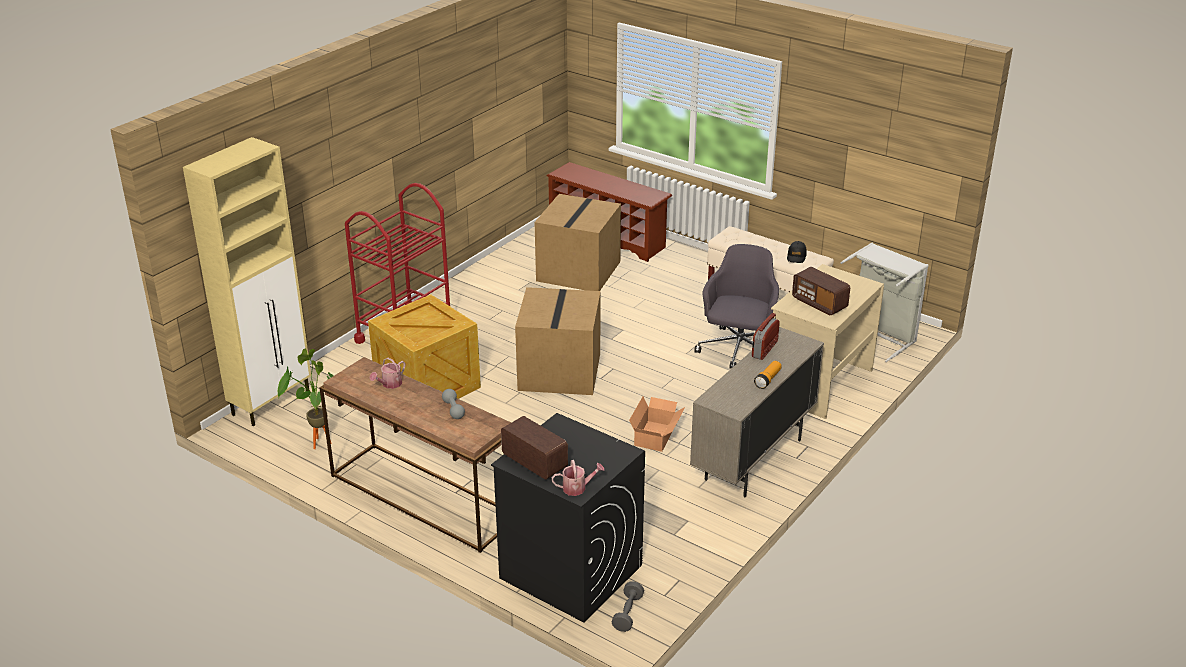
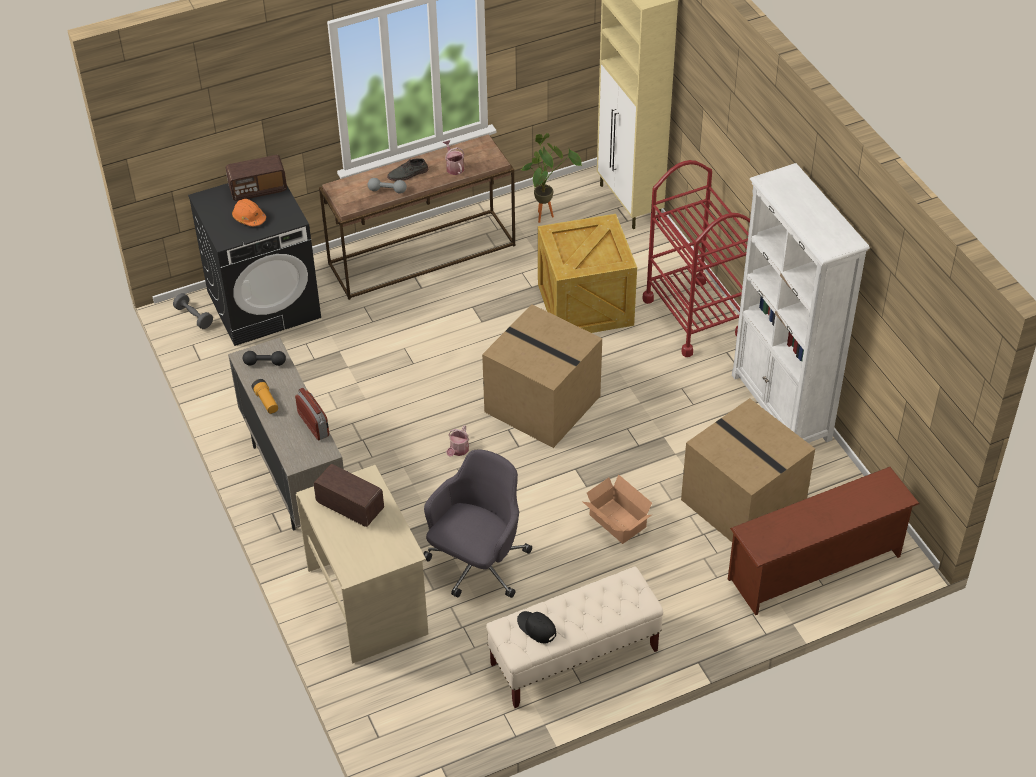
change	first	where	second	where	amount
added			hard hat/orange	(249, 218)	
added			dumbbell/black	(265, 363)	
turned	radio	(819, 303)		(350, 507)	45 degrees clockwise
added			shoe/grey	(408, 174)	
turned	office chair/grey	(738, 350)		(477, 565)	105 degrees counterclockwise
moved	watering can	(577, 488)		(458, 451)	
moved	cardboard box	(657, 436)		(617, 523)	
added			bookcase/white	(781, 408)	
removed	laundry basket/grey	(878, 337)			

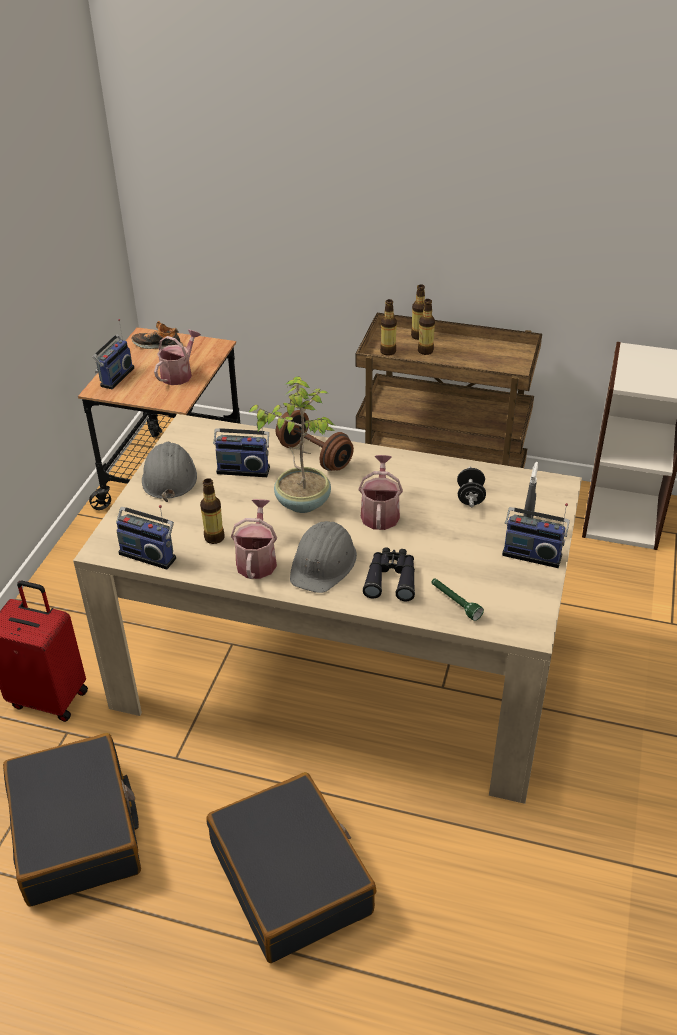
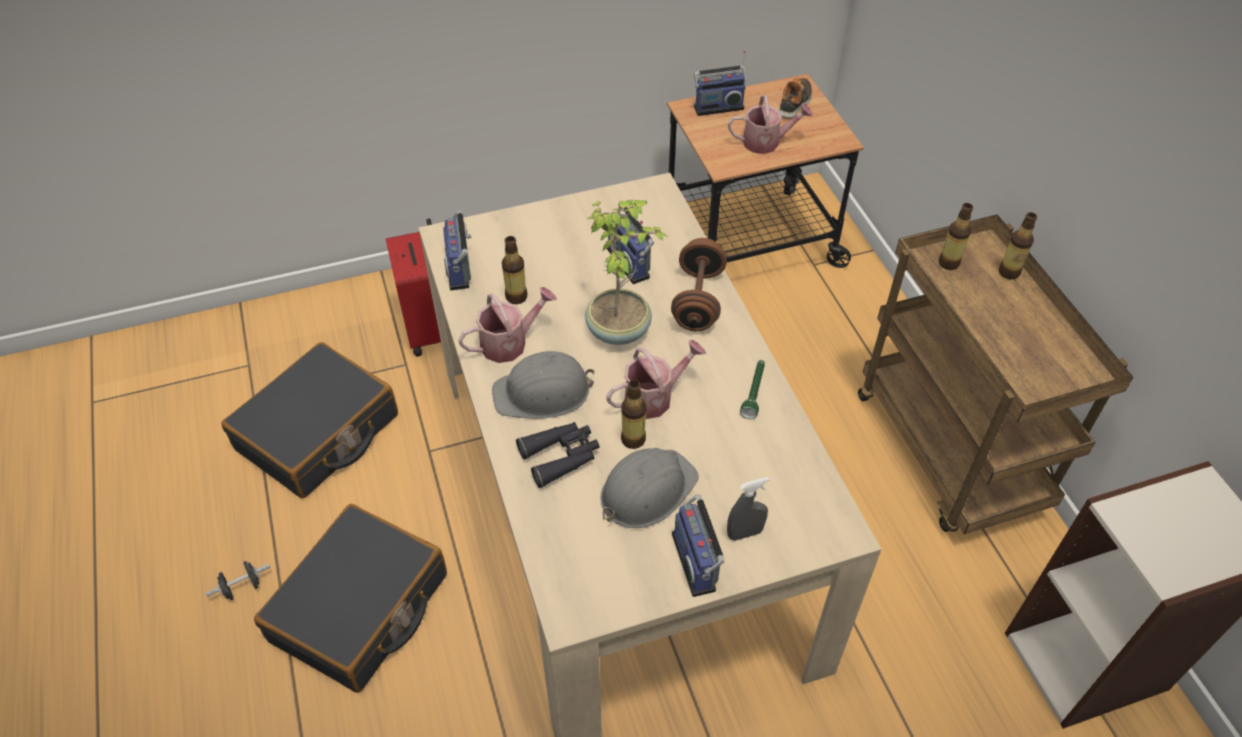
change	first	where	second	where	amount
moved	dumbbell/black	(470, 497)		(242, 587)	
moved	hard hat/grey	(169, 477)		(646, 490)	
moved	bottle	(425, 351)		(633, 439)	
moved	flashlight/green	(454, 603)		(754, 392)	
turned	shoe	(158, 345)		(794, 103)	45 degrees clockwise

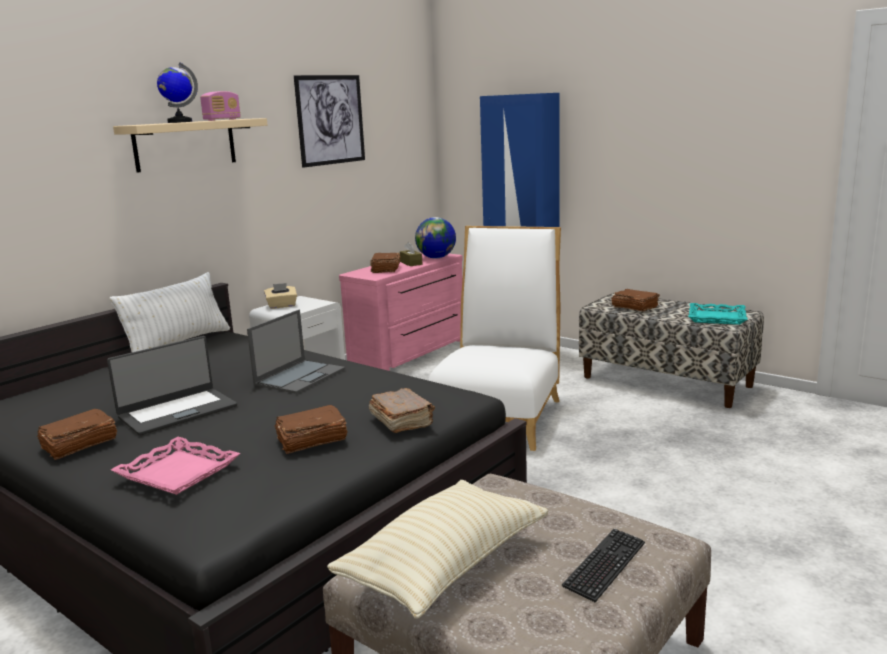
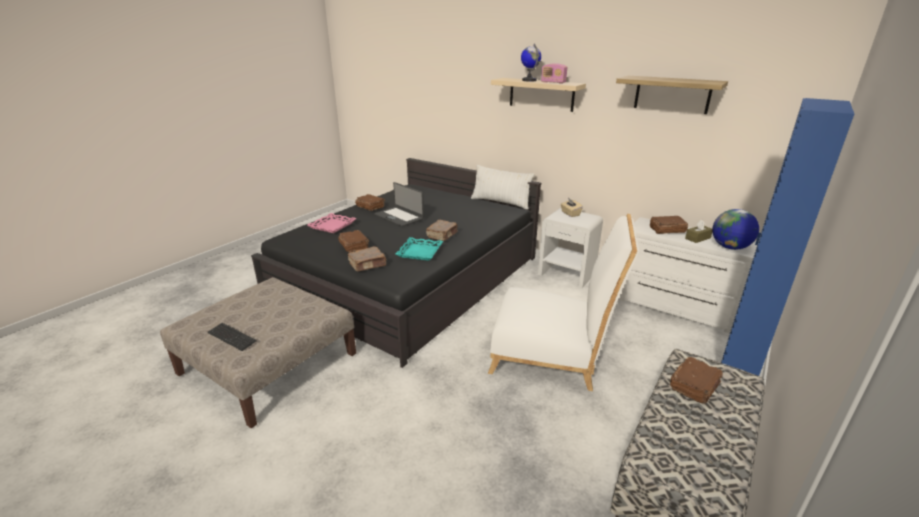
change	first	where	second	where	amount
moved	tray/turquoise	(716, 318)		(419, 252)	
replaced	laptop	(300, 376)	book/brown	(442, 235)	
replaced	picture	(330, 120)	shelf	(672, 94)	
recoloured	dresser/pink	(411, 352)	dresser/white	(675, 308)	
removed	pillow/beige	(444, 566)			

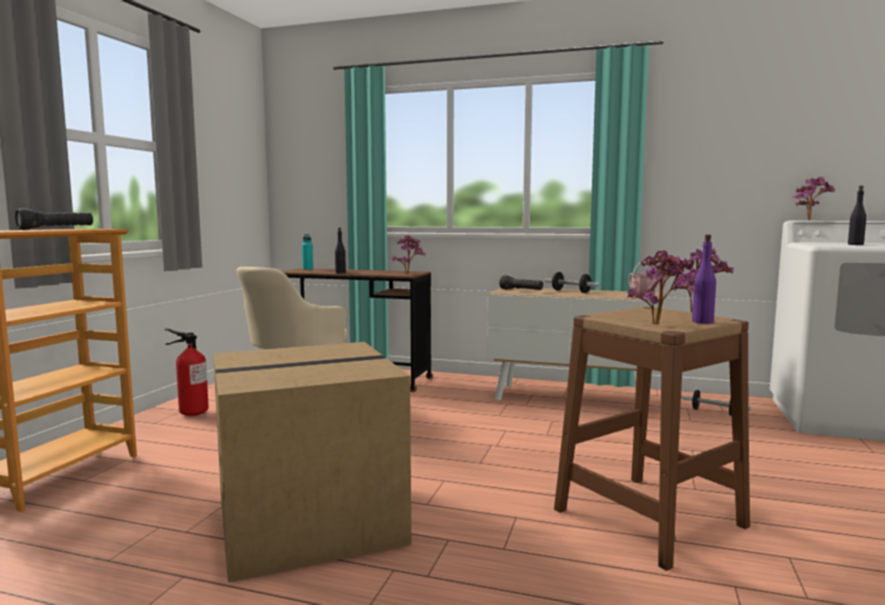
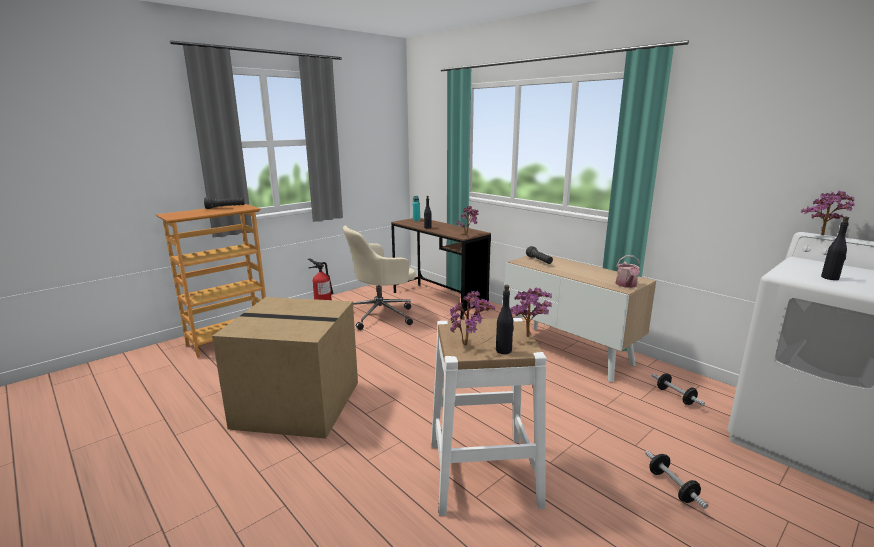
change	first	where	second	where	amount
recoloured	stool/brown	(649, 517)	stool/white	(483, 473)	
recoloured	bottle/purple	(702, 322)	bottle/black	(504, 350)	
moved	dumbbell	(571, 291)		(672, 487)	

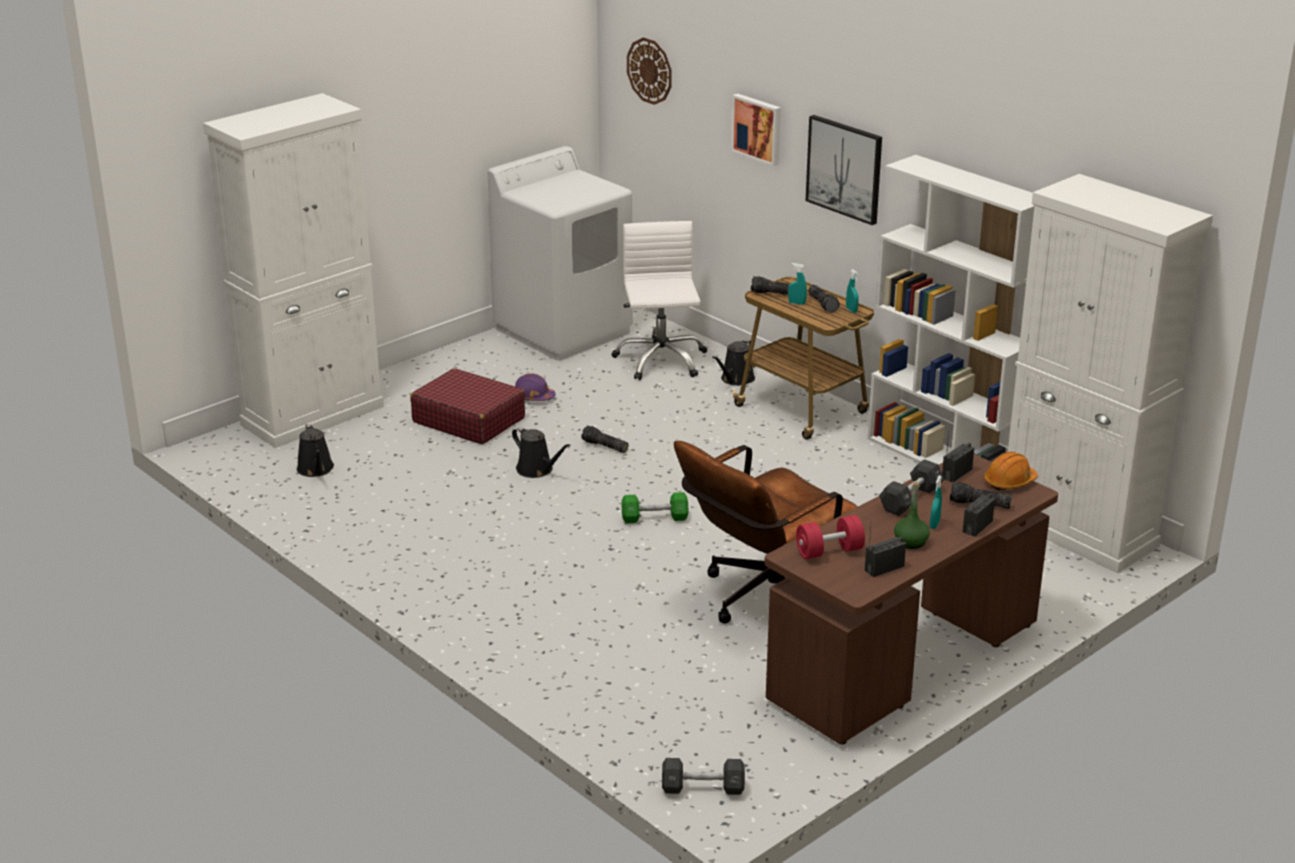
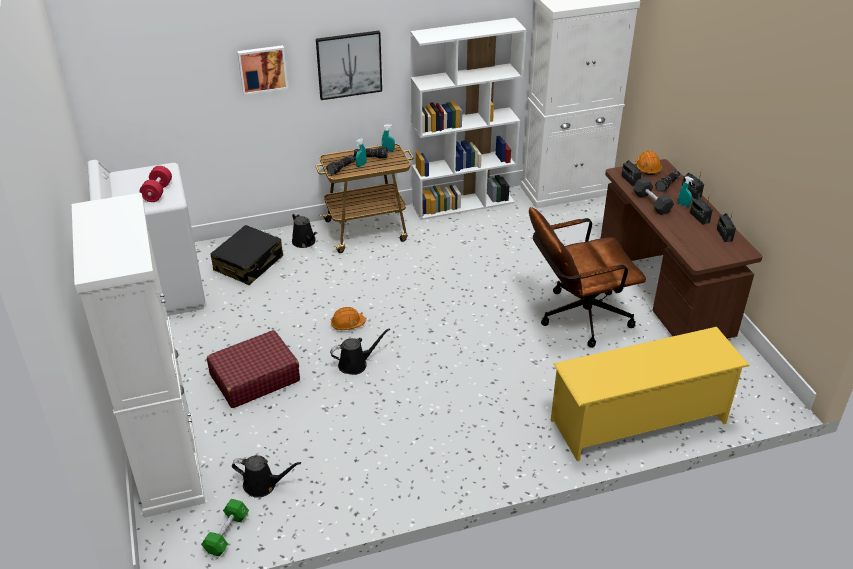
change	first	where	second	where	amount
moved	dumbbell/red	(829, 551)		(157, 192)	
moved	dumbbell/green	(654, 518)		(226, 533)	
replaced	office chair/white	(660, 360)	suitcase/black	(249, 263)	
replaced	flashlight	(604, 446)	hard hat/orange	(347, 324)	
turned	office chair/brown	(763, 601)		(577, 317)	90 degrees clockwise
added			shoe rack/yellow	(639, 422)	
replaced	bottle/green	(911, 542)	radio	(699, 218)	
removed	hard hat/purple	(533, 397)			
removed	wall clock	(650, 70)			
removed	dumbbell/black	(703, 788)			

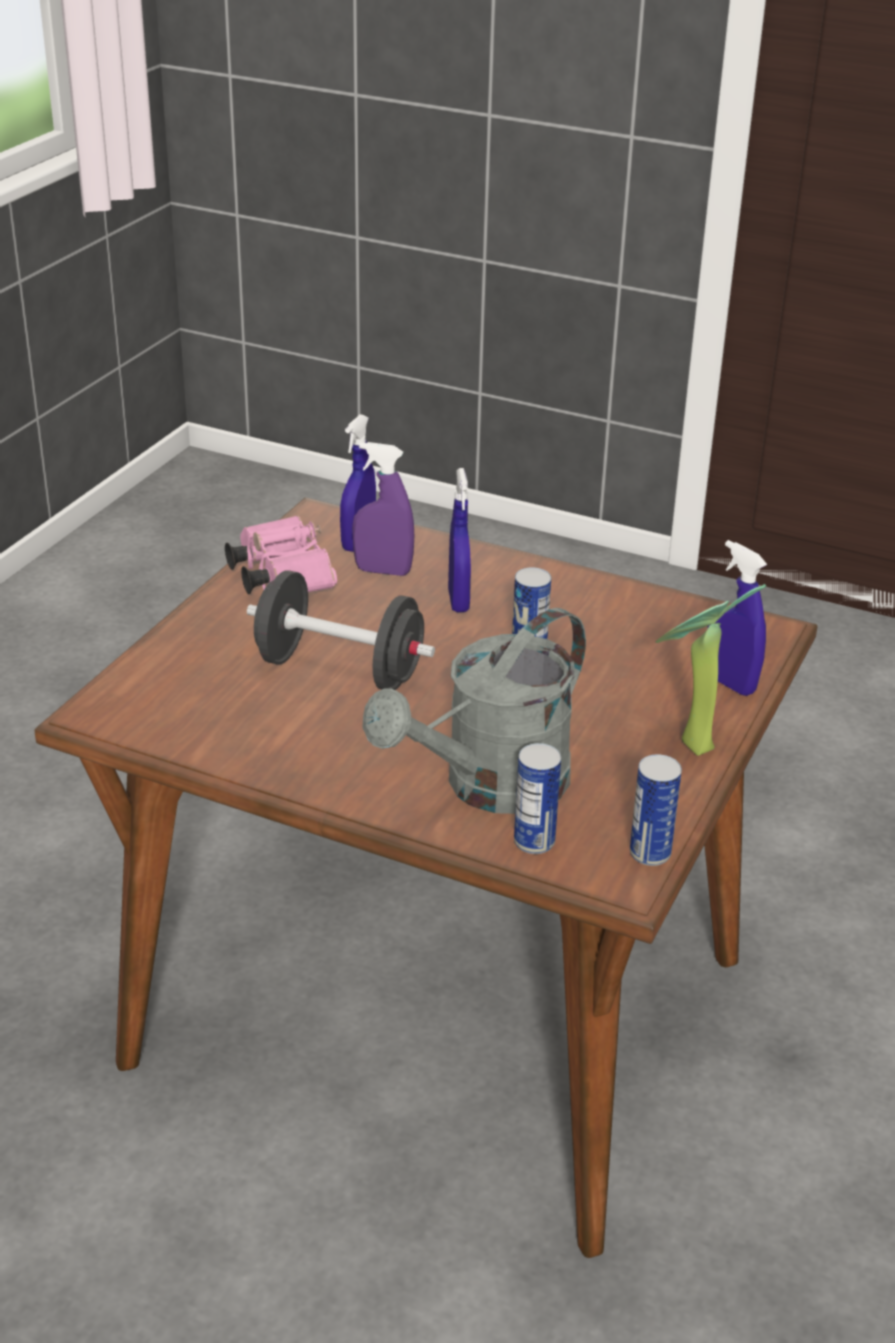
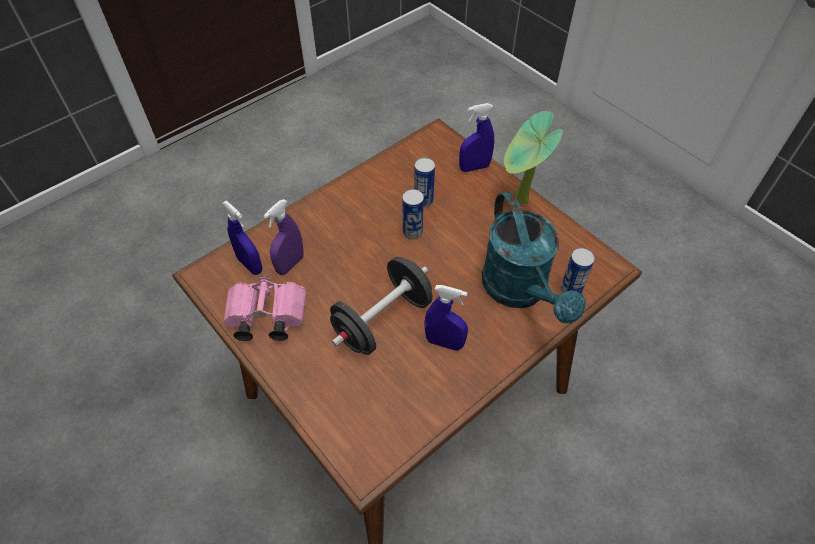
change	first	where	second	where	amount
moved	can	(650, 853)		(423, 201)	
moved	spray bottle/blue	(458, 601)		(444, 342)	
recoloured	watering can/grey	(490, 787)	watering can/turquoise	(520, 291)	

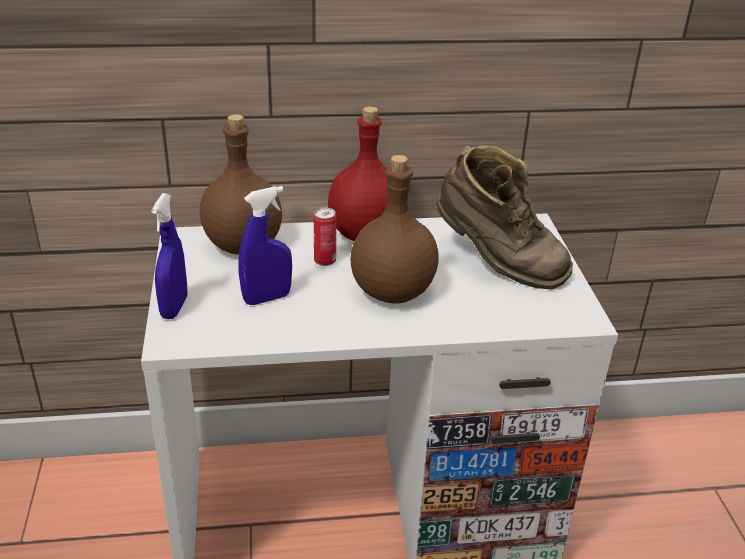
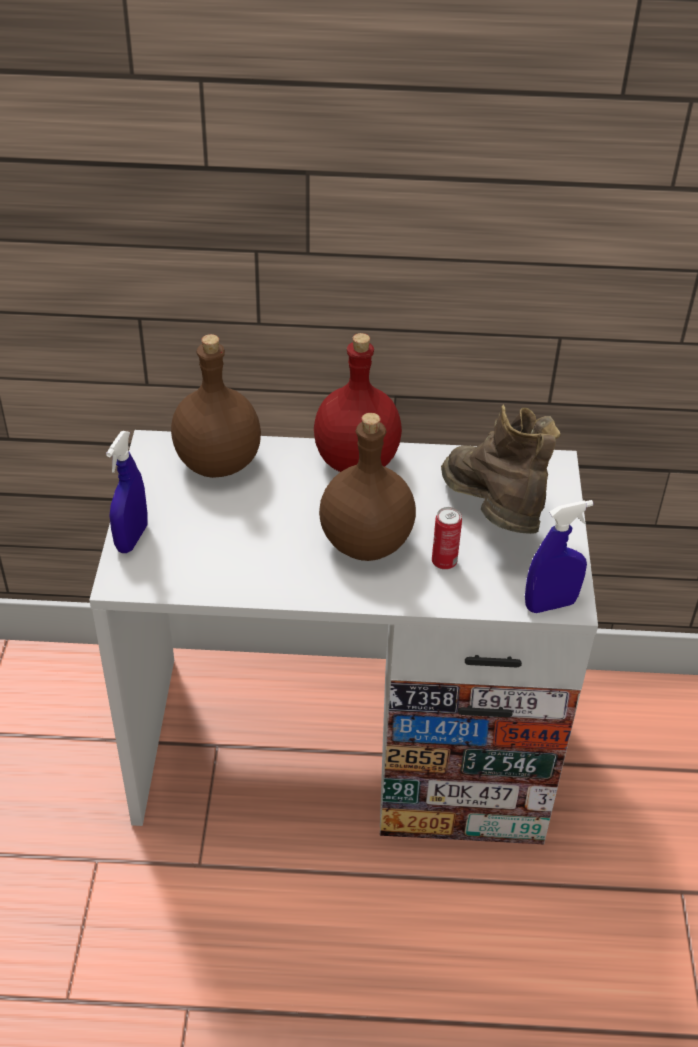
change	first	where	second	where	amount
moved	can	(325, 261)		(444, 562)	
turned	boot/brown	(497, 264)		(493, 517)	150 degrees counterclockwise
moved	spray bottle/blue	(267, 298)		(550, 604)	

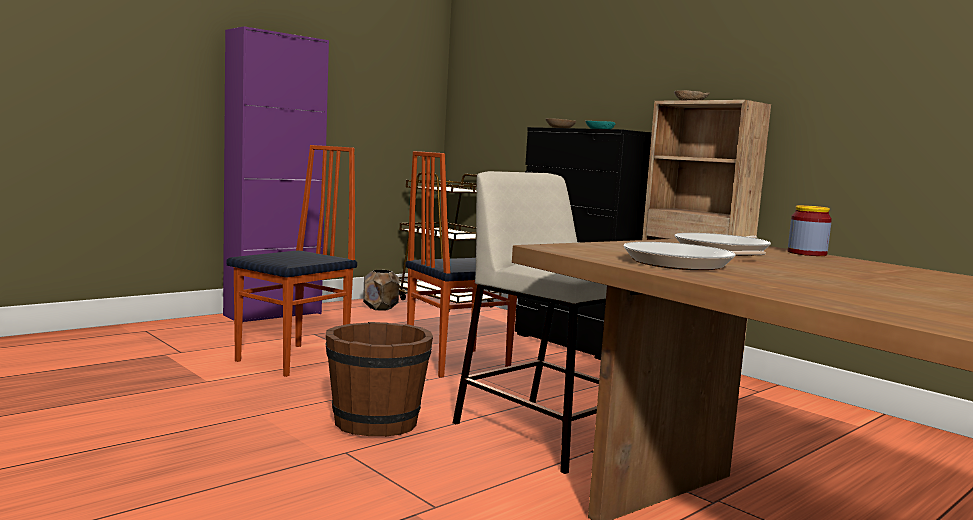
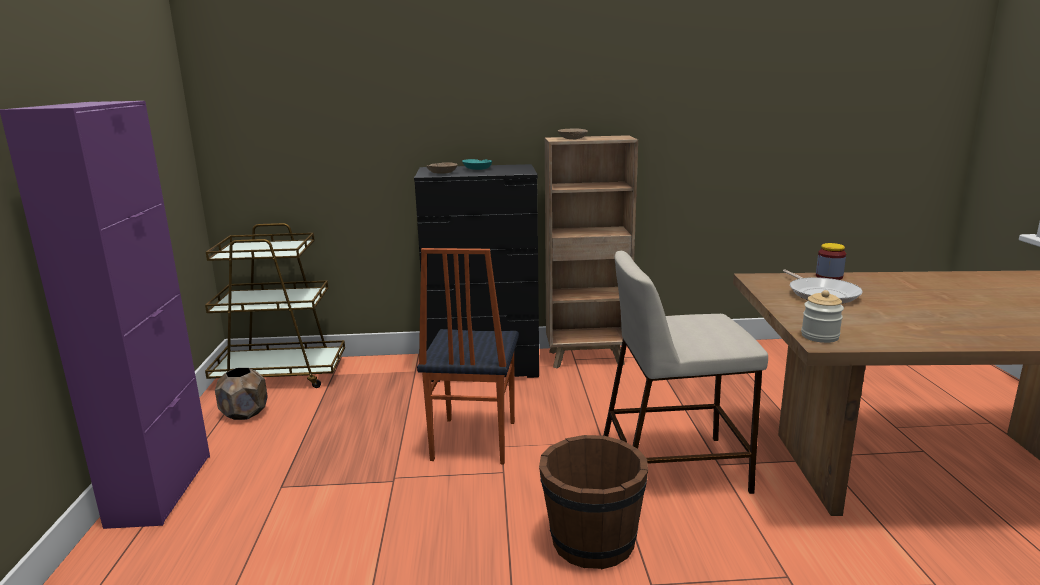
change	first	where	second	where	amount
added			jar	(820, 336)	
removed	chair	(294, 360)			
removed	frying pan	(684, 263)			

